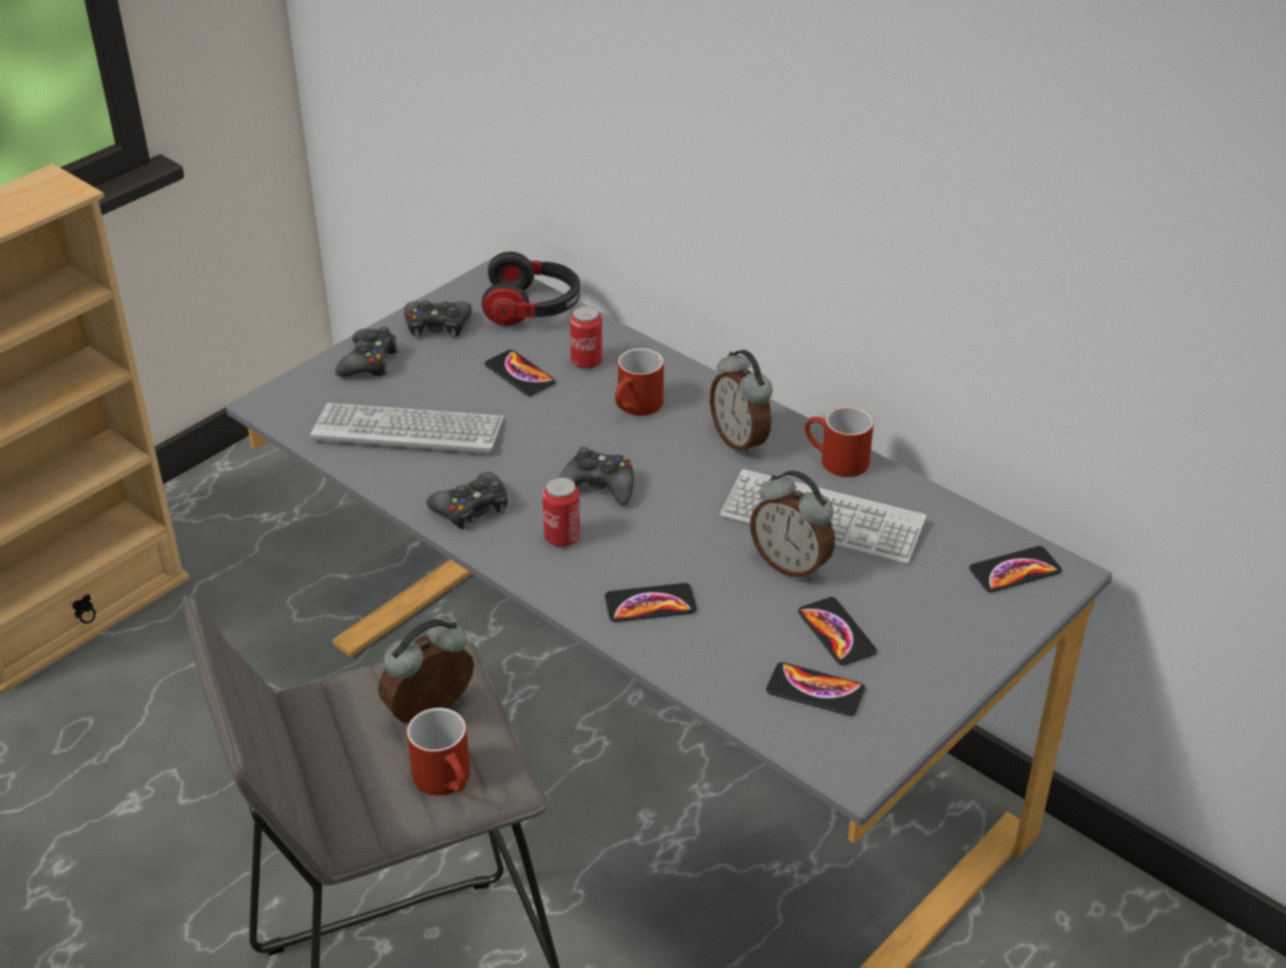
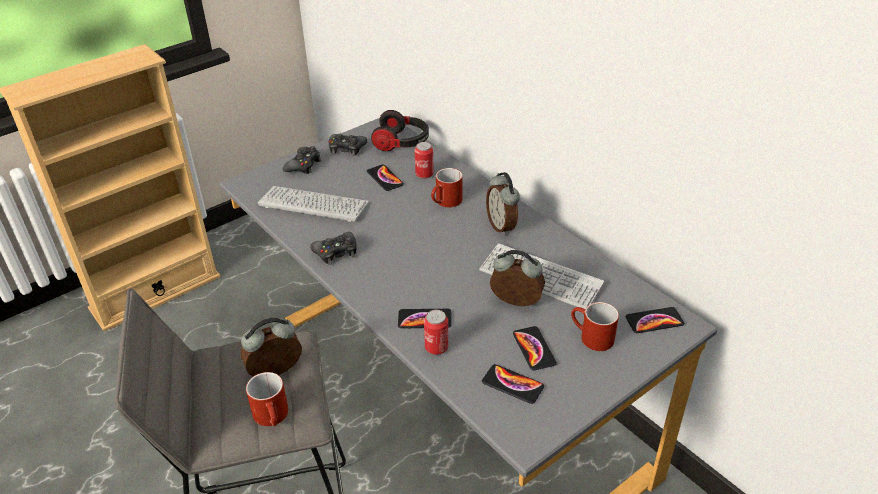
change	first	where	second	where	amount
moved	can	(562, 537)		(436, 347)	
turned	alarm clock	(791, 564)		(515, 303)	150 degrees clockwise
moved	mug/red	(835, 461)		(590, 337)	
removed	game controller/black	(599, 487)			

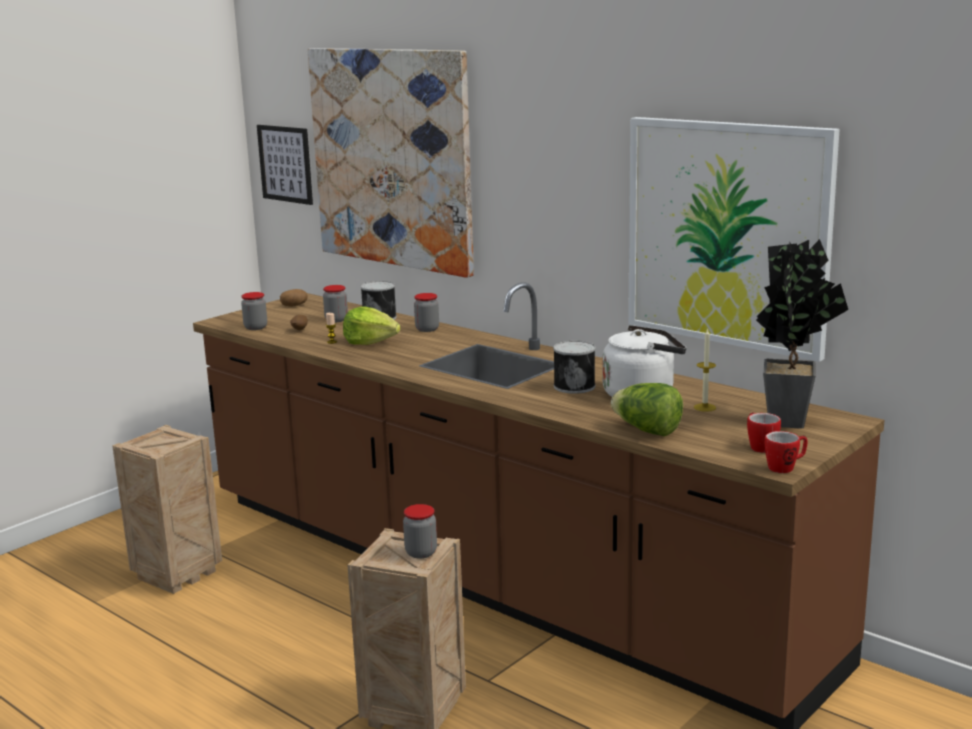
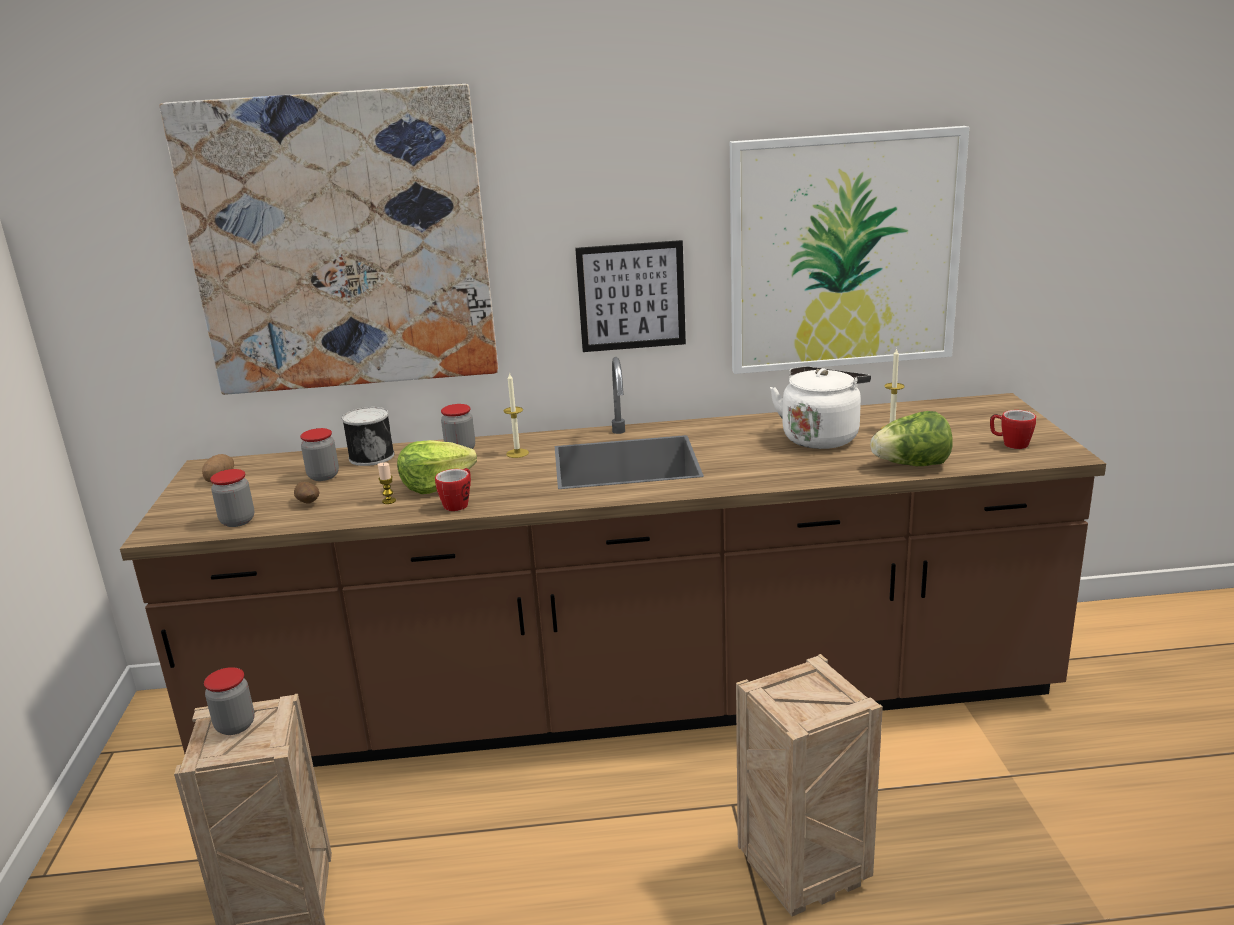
change	first	where	second	where	amount
moved	jar	(421, 552)		(235, 725)	
moved	mug	(785, 467)		(459, 504)	
added			candle	(517, 453)	
moved	picture	(285, 164)		(631, 296)	
removed	can	(574, 386)			
removed	potted plant	(791, 418)			

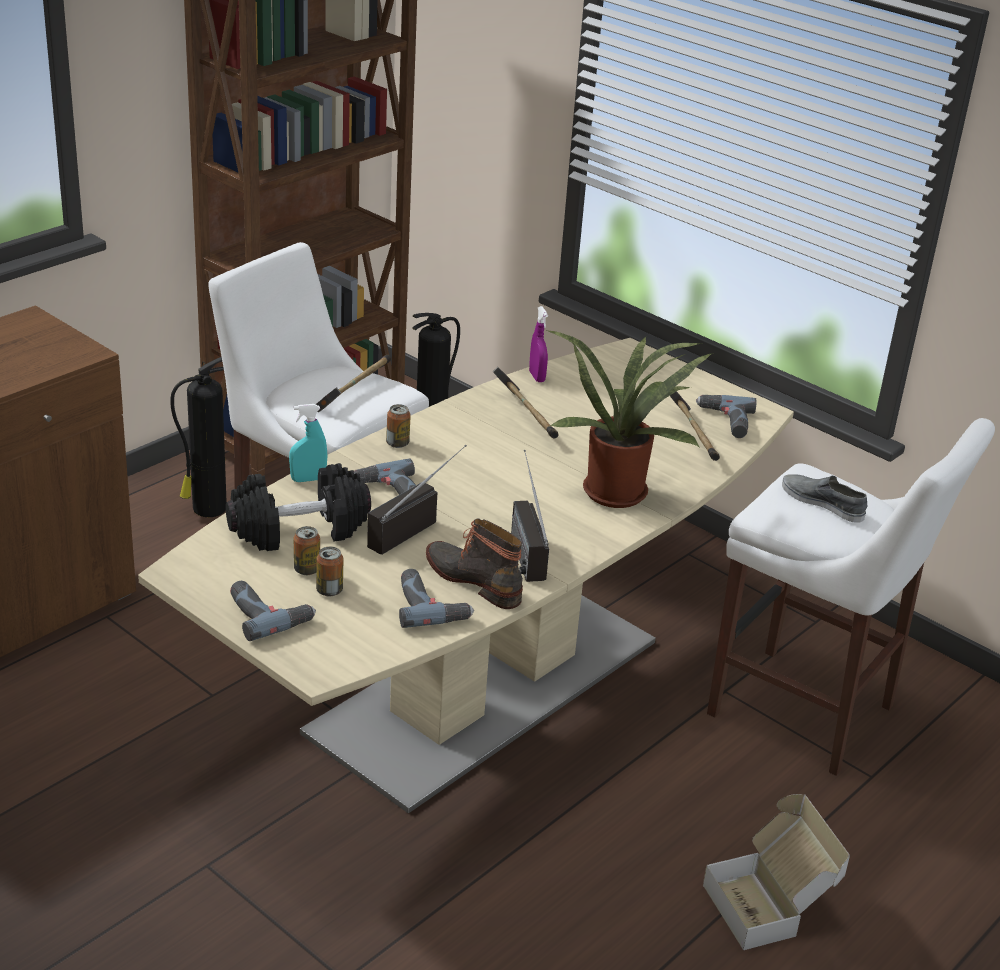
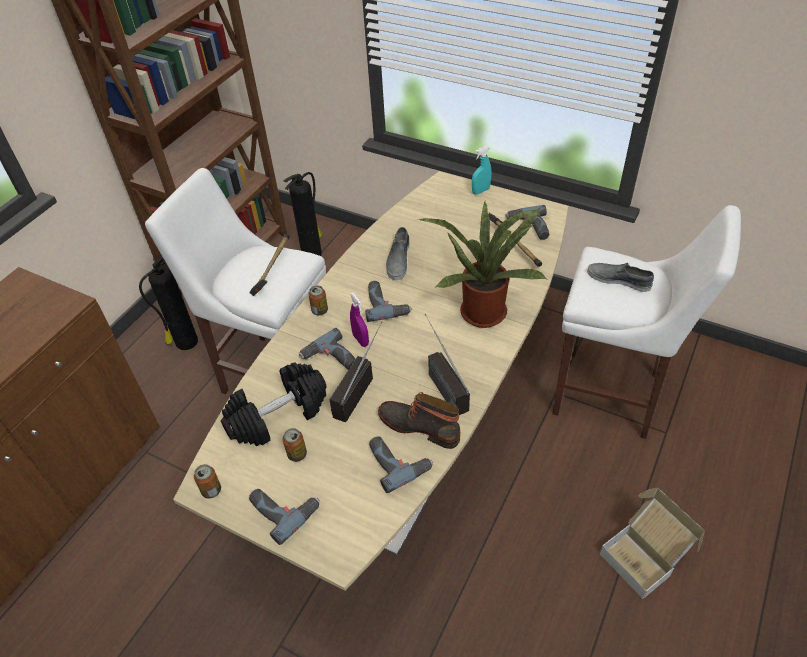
change	first	where	second	where	amount
moved	can	(329, 590)		(211, 490)	
moved	spray bottle/purple	(537, 377)		(360, 340)	
added			power drill	(386, 304)	
replaced	hammer	(526, 416)	shoe/grey	(398, 260)	
moved	spray bottle/turquoise	(308, 479)		(480, 191)	

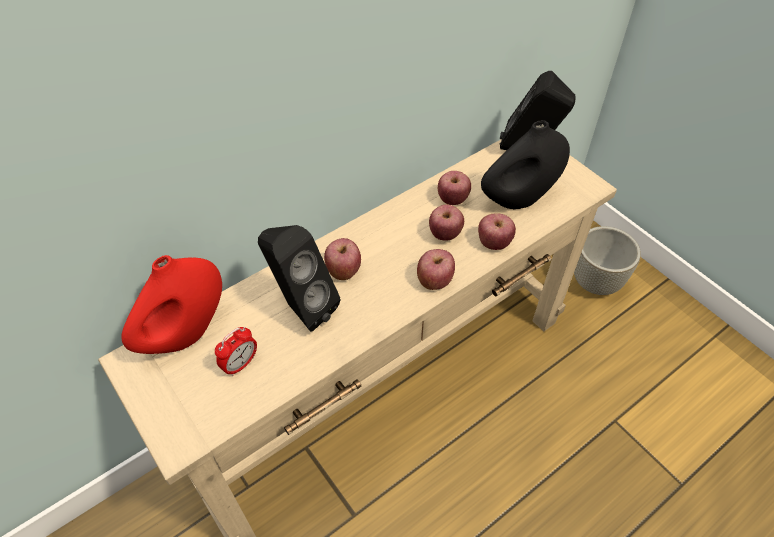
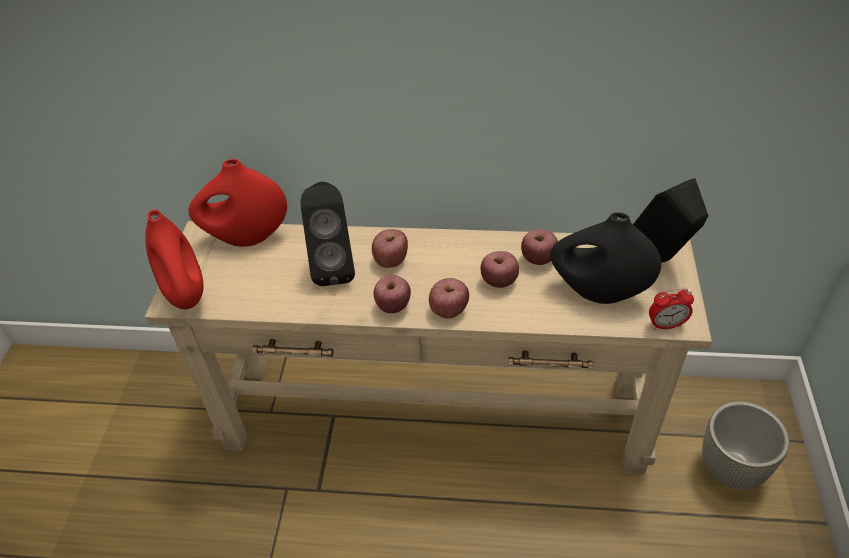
change	first	where	second	where	amount
added			vase/red	(186, 293)	
moved	apple	(494, 242)		(393, 306)	
moved	alarm clock	(240, 364)		(666, 325)	

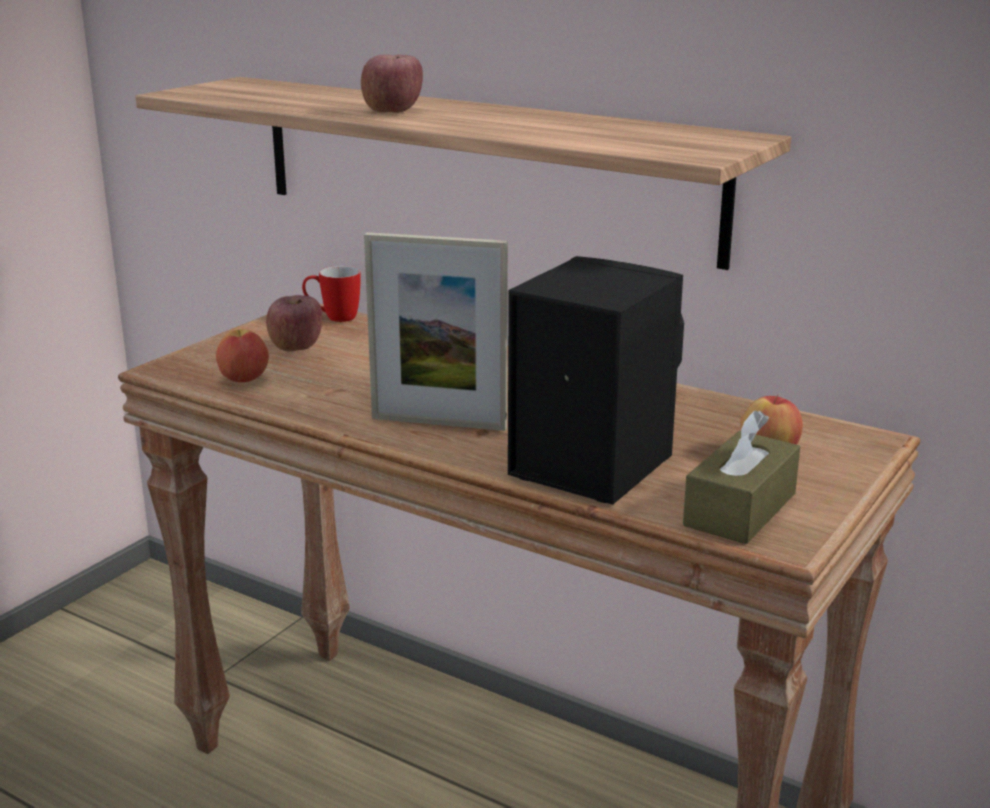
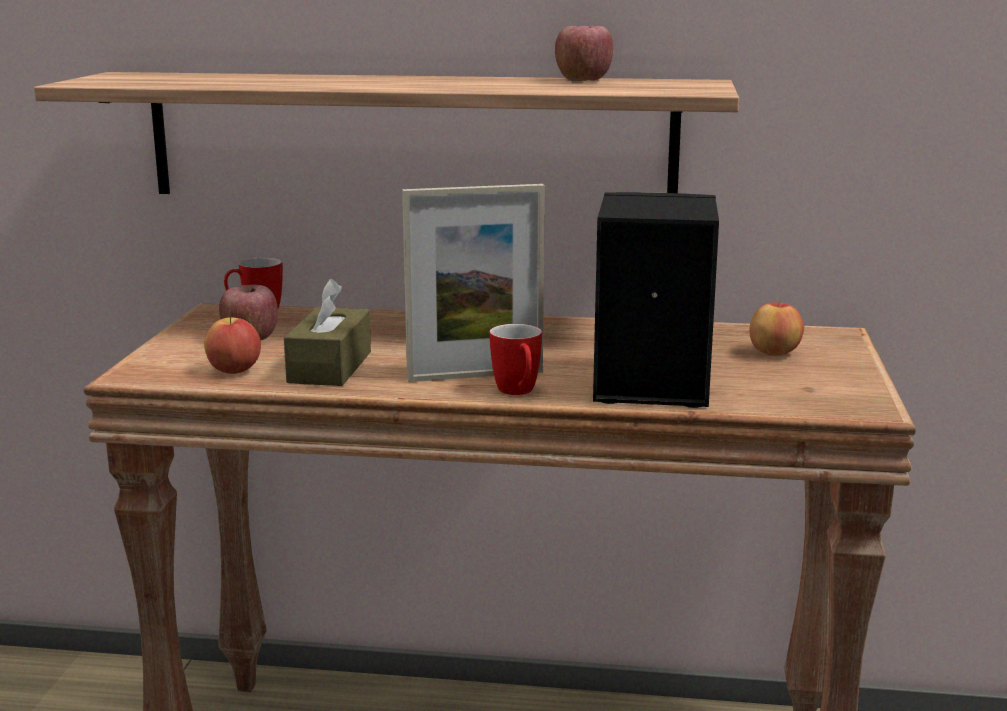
change	first	where	second	where	amount
moved	tissue box/brown	(740, 509)		(330, 367)	
added			mug	(518, 393)	
moved	apple	(392, 111)		(583, 80)	

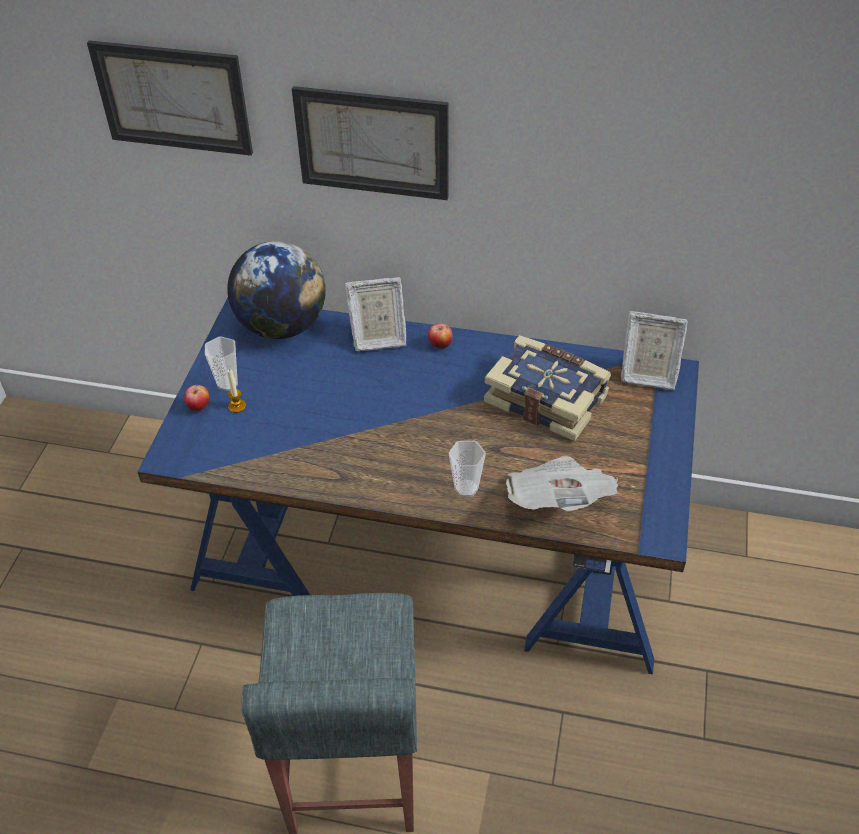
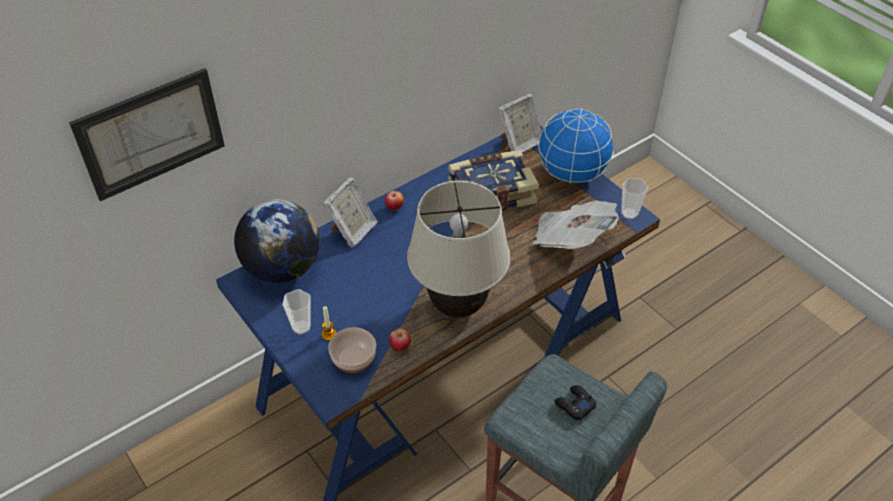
change	first	where	second	where	amount
added			bowl	(353, 360)	
moved	apple	(199, 408)		(400, 347)	
added			table lamp/beige	(458, 306)	
added			globe	(572, 173)	
added			game controller/black	(574, 405)	
moved	cup	(466, 488)		(629, 213)	
removed	picture	(372, 143)			

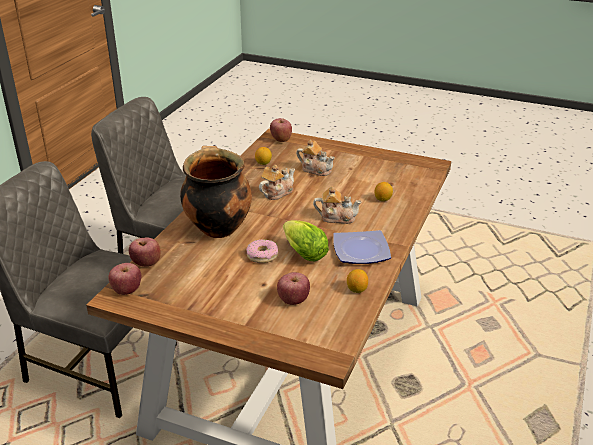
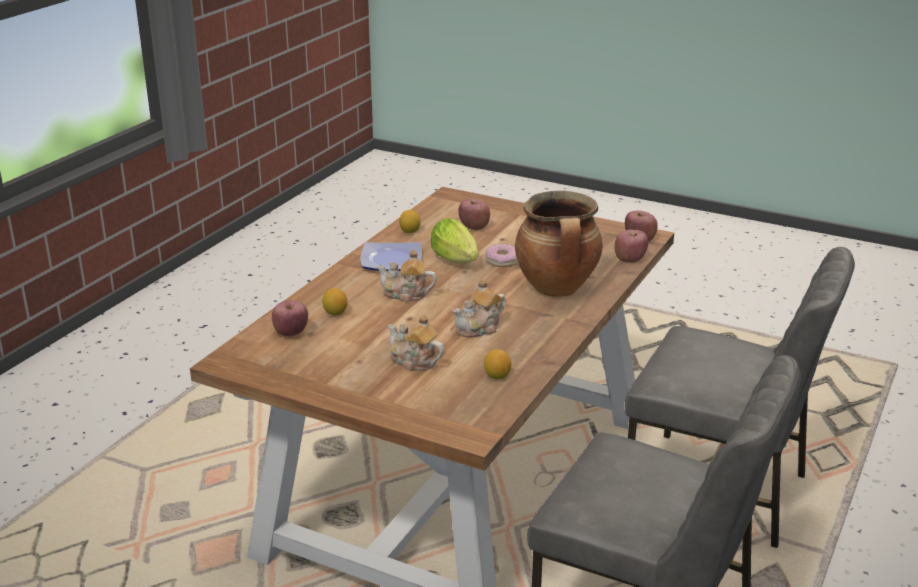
change	first	where	second	where	amount
moved	apple	(281, 139)		(291, 333)	

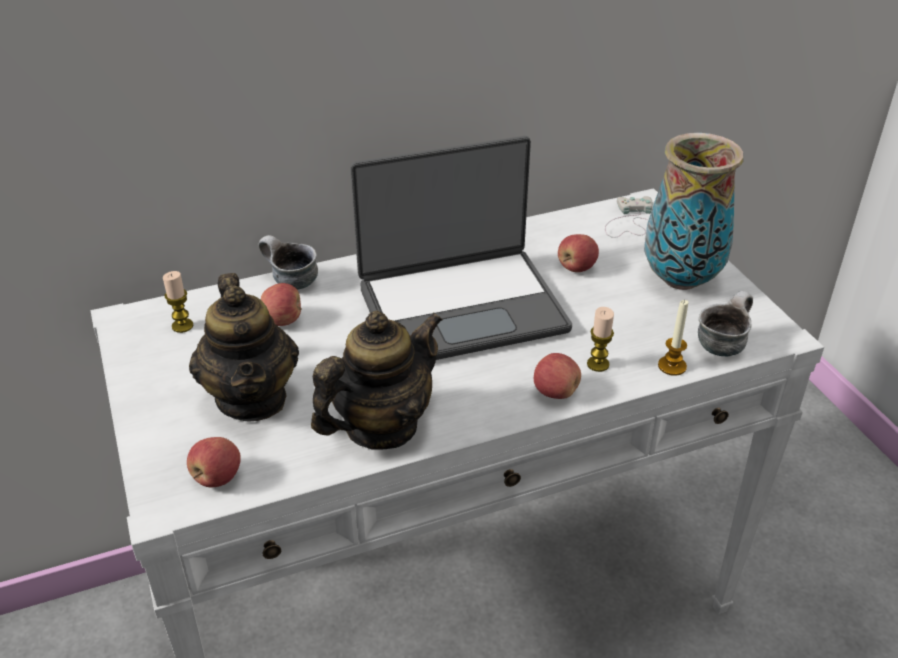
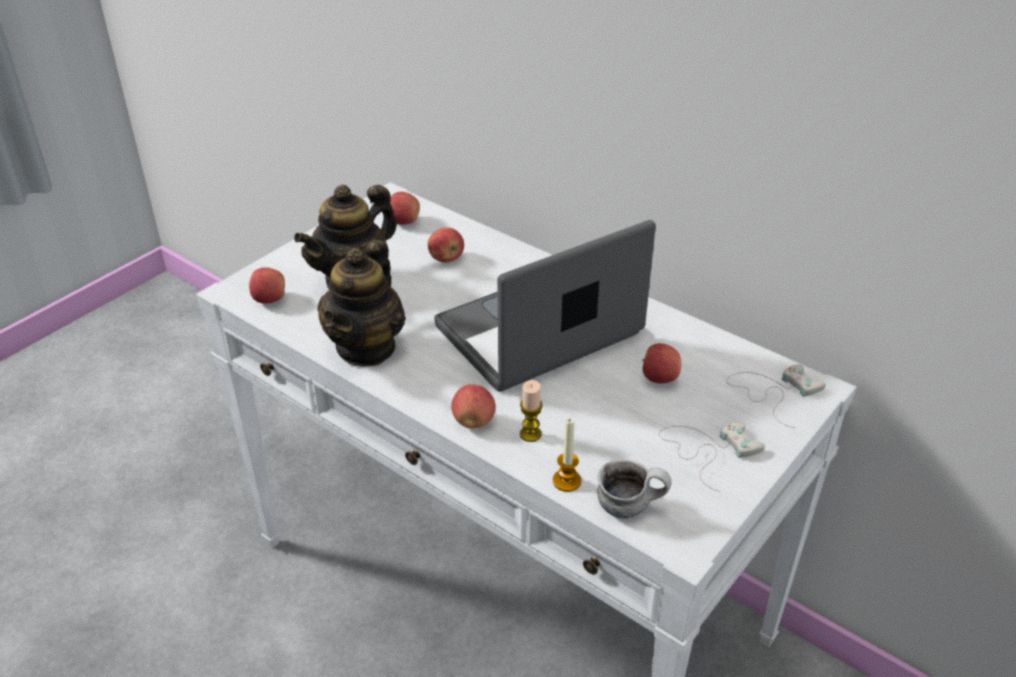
change	first	where	second	where	amount
turned	teapot	(381, 426)		(366, 347)	90 degrees clockwise
replaced	candle	(182, 326)	apple	(403, 221)	
turned	laptop	(461, 306)		(540, 333)	105 degrees clockwise
replaced	vase	(679, 280)	game controller/white	(708, 449)	
removed	mug	(289, 282)			

